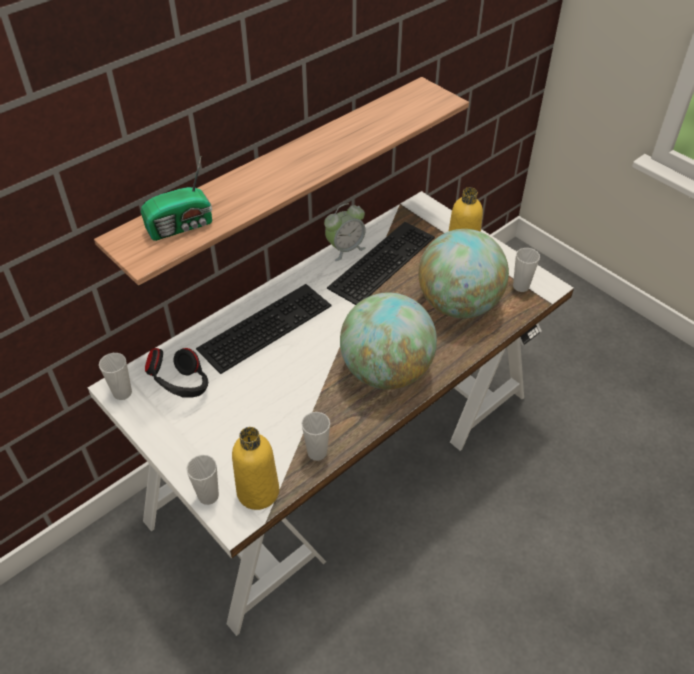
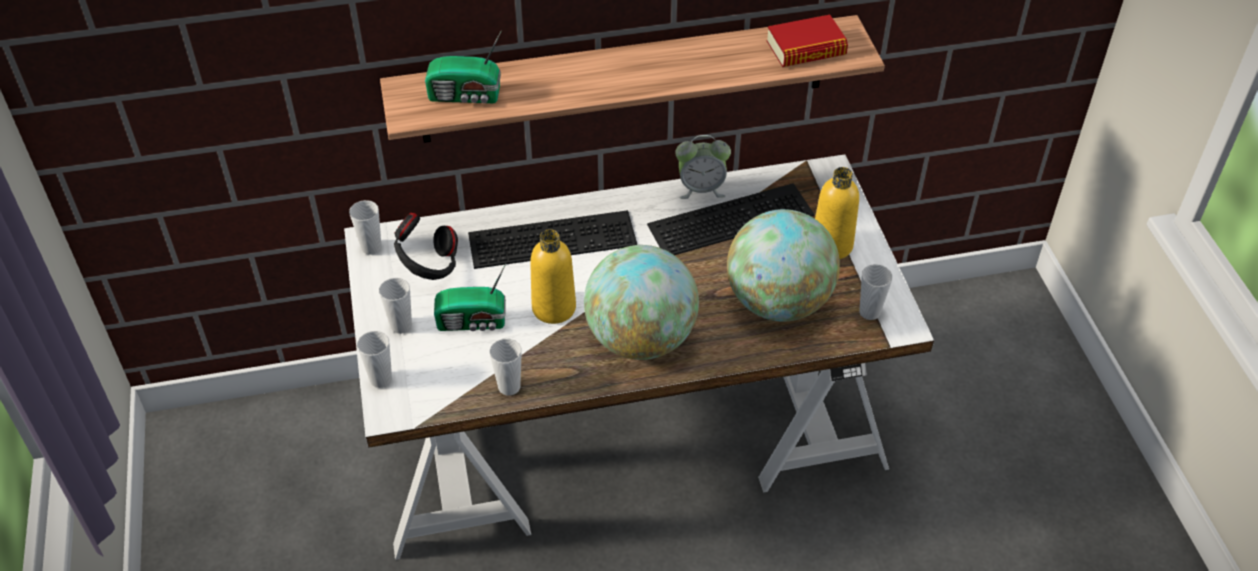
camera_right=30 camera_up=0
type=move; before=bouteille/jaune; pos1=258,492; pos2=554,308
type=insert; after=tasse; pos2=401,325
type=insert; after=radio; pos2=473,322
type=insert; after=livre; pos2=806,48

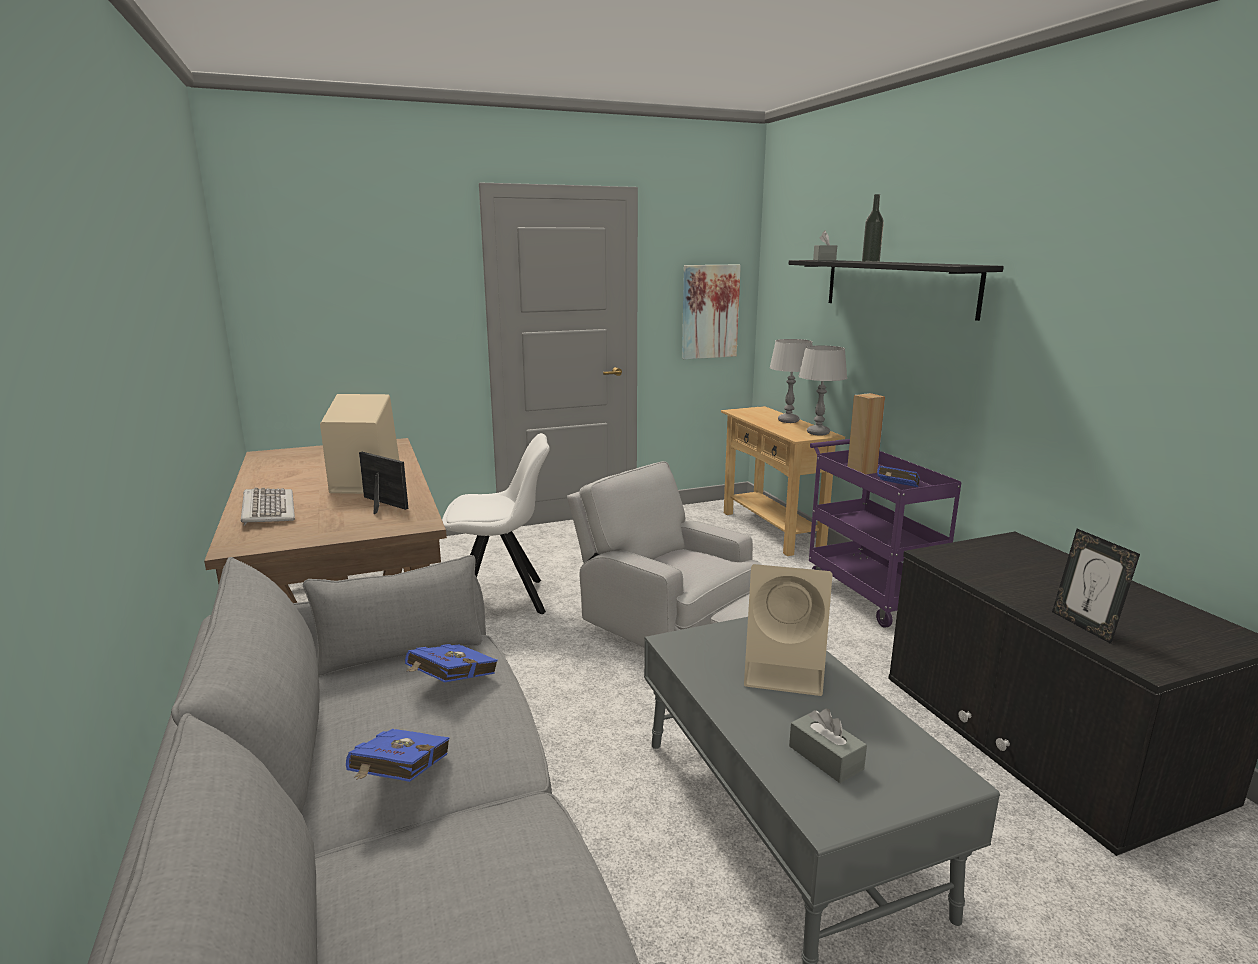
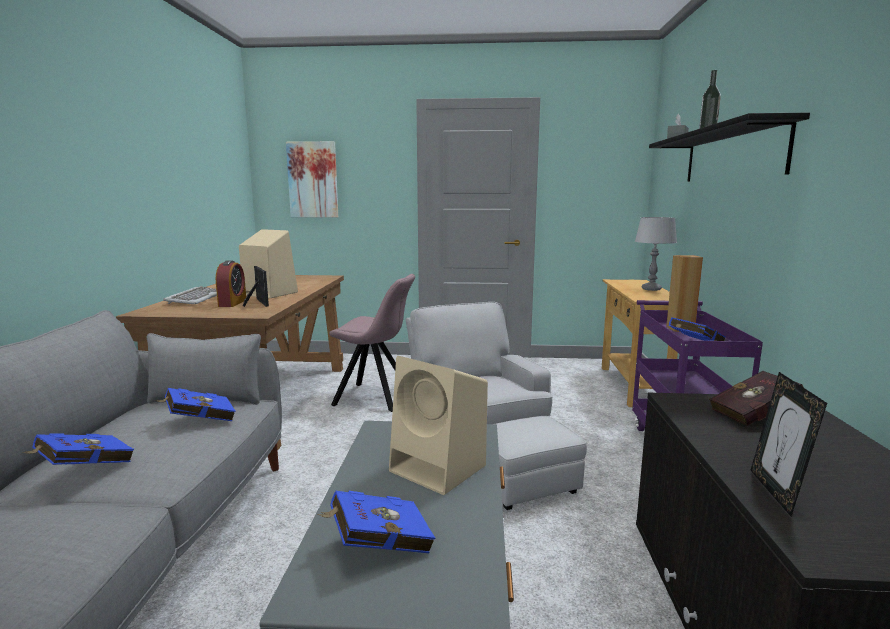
camera_right=25 camera_up=-5
type=recolor; before=chaise/blanc; after=chaise/rose; pos1=501,599; pos2=374,397
type=move; before=tableau; pos1=709,311; pos2=313,180
type=replace; before=boîte à mouchoirs/gris; after=livre/bleu; pos1=825,757; pos2=377,545
type=delete; before=lampe de table/gris; pos1=818,433
type=insert; after=réveil; pos2=232,303
type=insert; after=livre/rouge; pos2=756,416

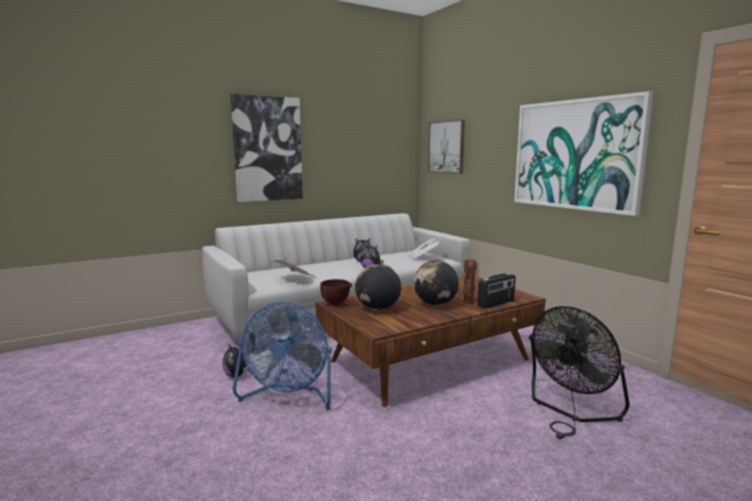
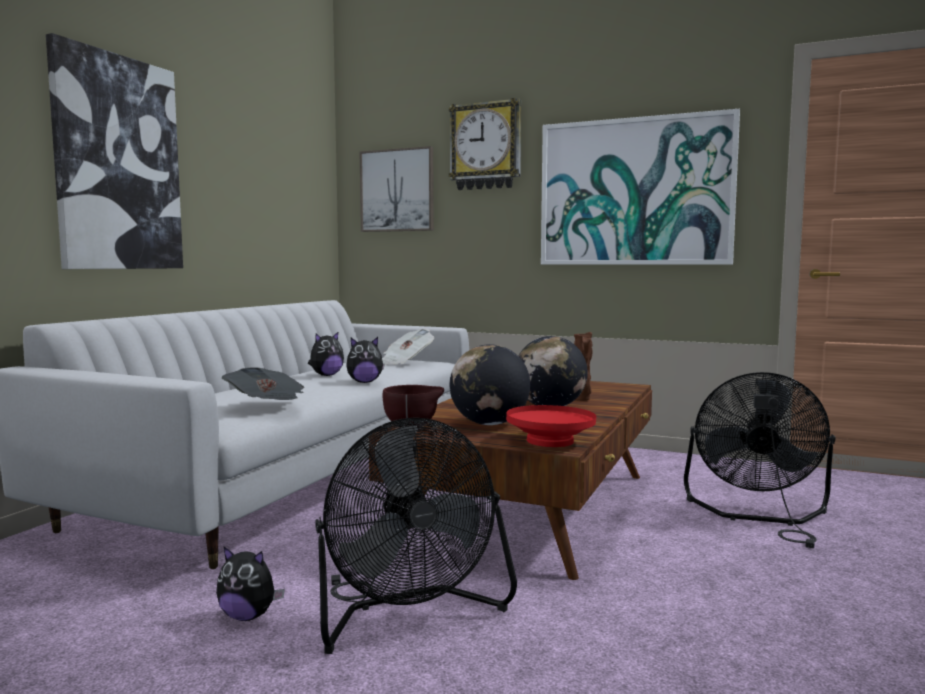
camera_right=-35 camera_up=-5
type=recolor; before=ventilateur/bleu; after=ventilateur/noir; pos1=286,395; pos2=400,614
type=delete; before=radio; pos1=496,303
type=insert; after=horloge murale; pos2=486,146
type=insert; after=bol/rouge; pos2=550,441

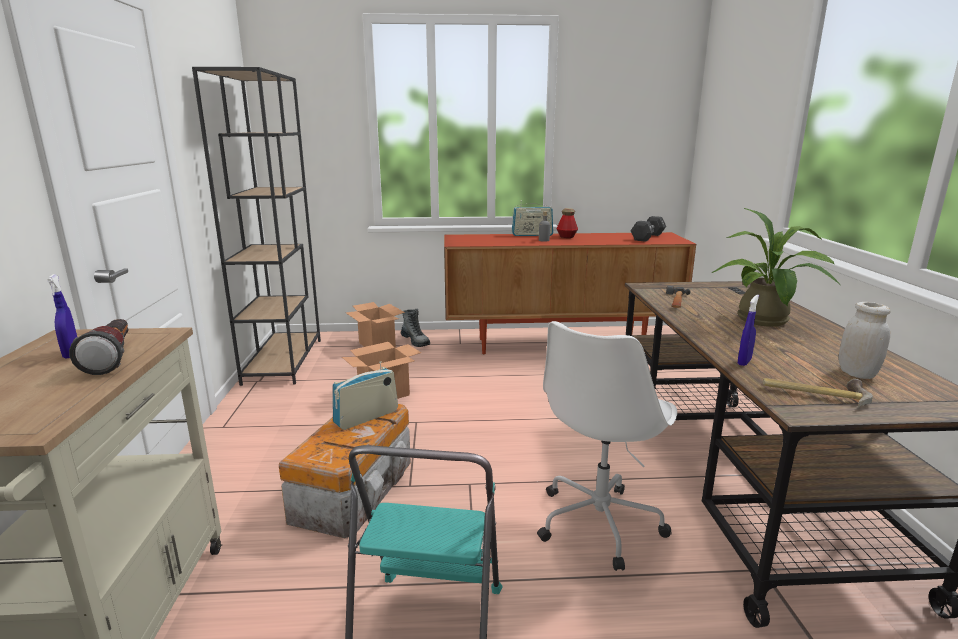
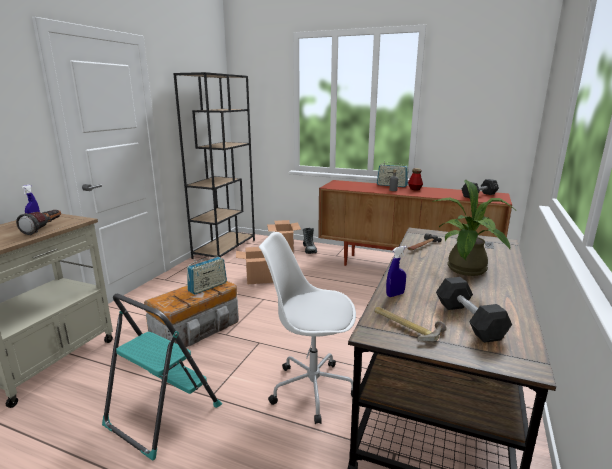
camera_right=25 camera_up=0
type=rotate; before=radio; pos1=366,417; pos2=208,287; turn=150
type=rotate; before=chaise de bureau/blanc; pos1=597,526; pos2=310,389; turn=45
type=replace; before=bocal/blanc; after=haltère/noir; pos1=857,374; pos2=469,320

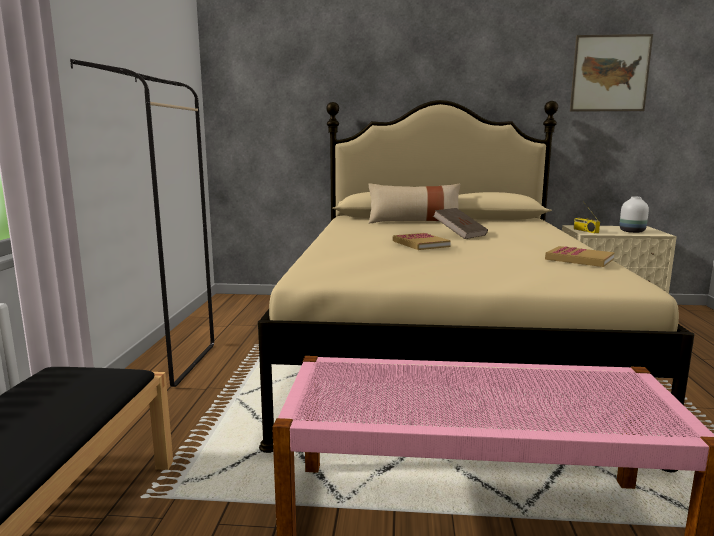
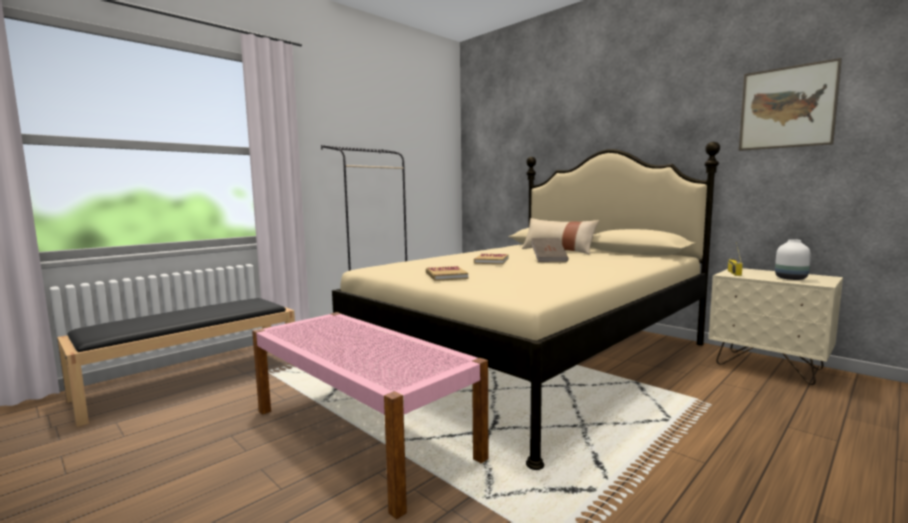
camera_right=40 camera_up=-5
type=move; before=livre; pos1=579,259; pos2=446,276

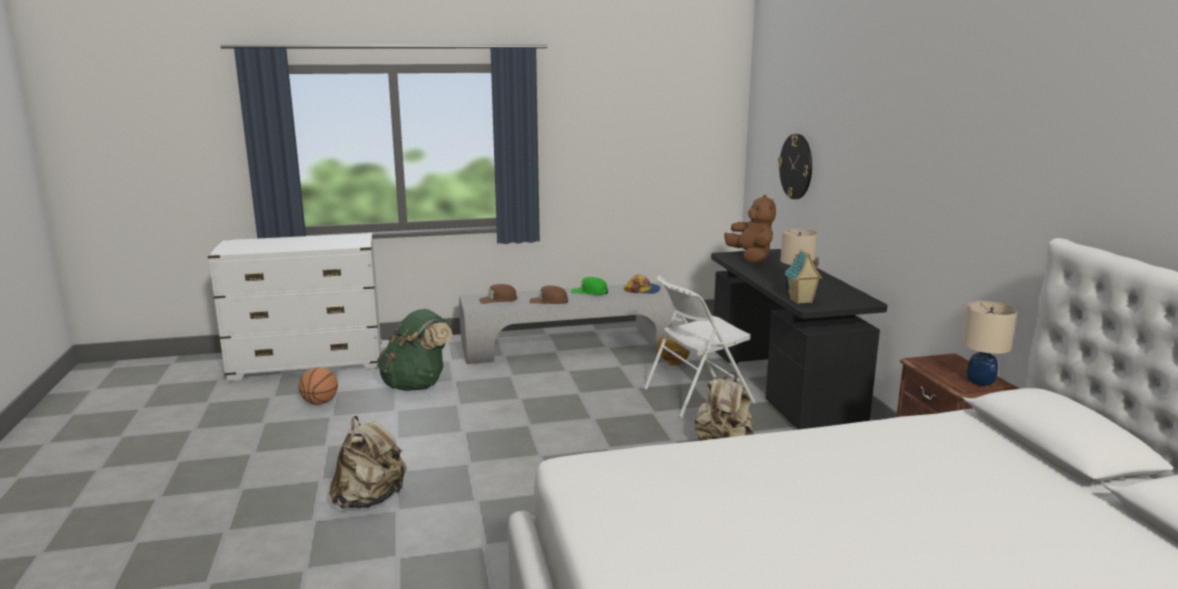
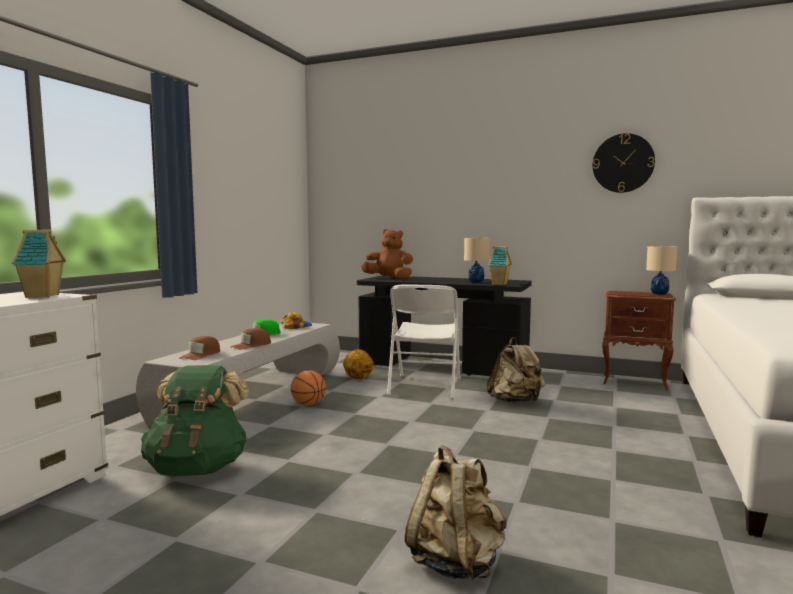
camera_right=-55 camera_up=-10
type=move; before=ballon de basket; pos1=320,403; pos2=308,405
type=move; before=horloge murale; pos1=796,166; pos2=623,163
type=insert; after=maison miniature; pos2=43,296

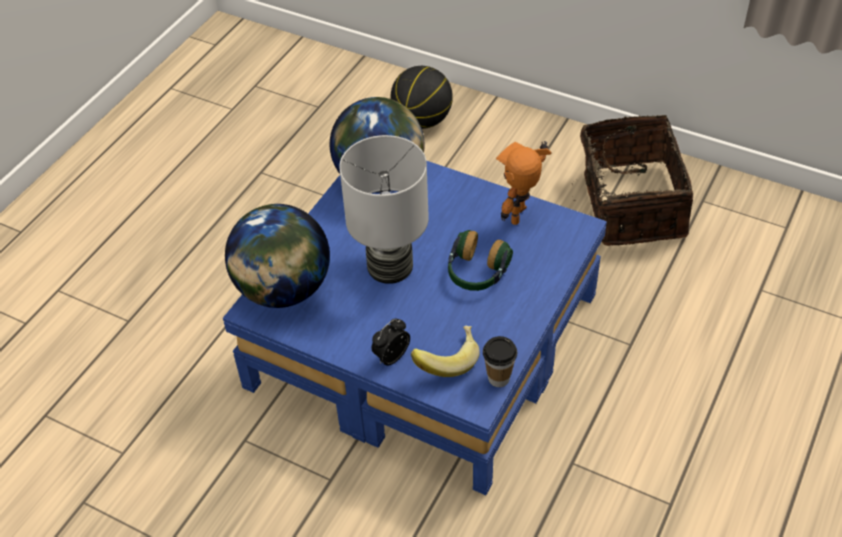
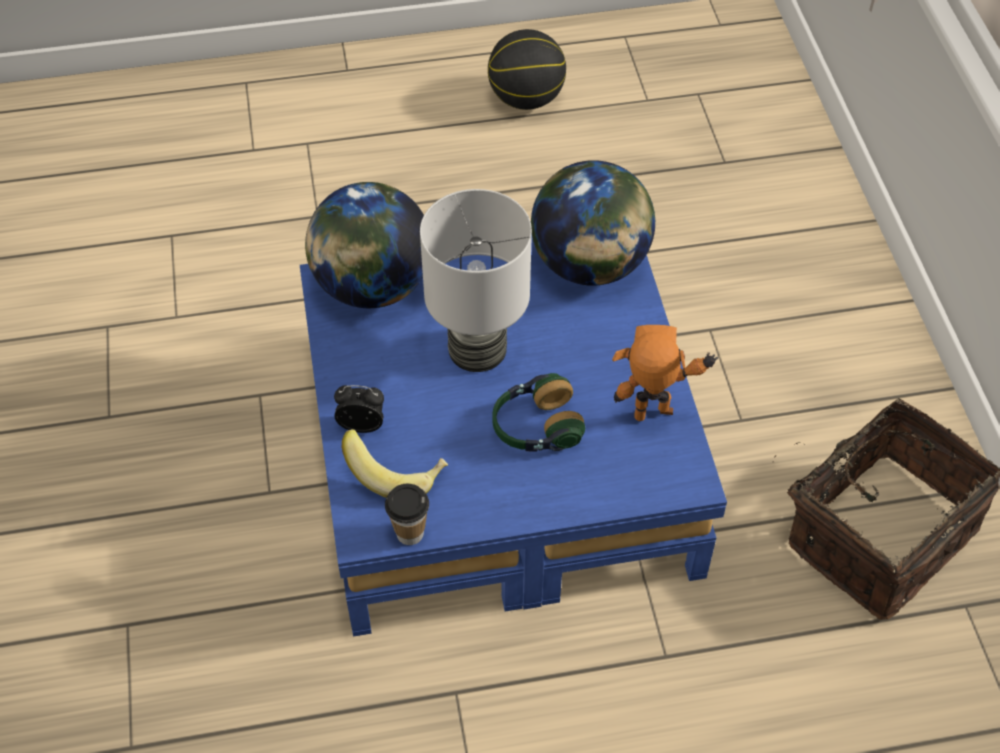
camera_right=50 camera_up=5
type=move; before=ballon de basket; pos1=422,120; pos2=526,98

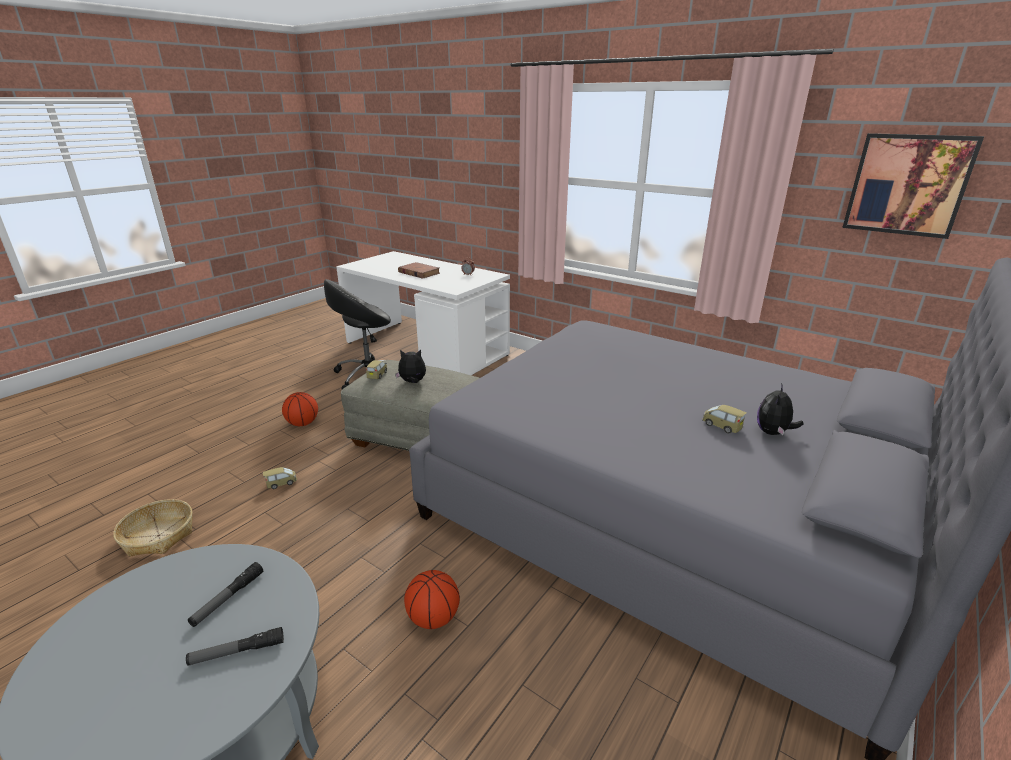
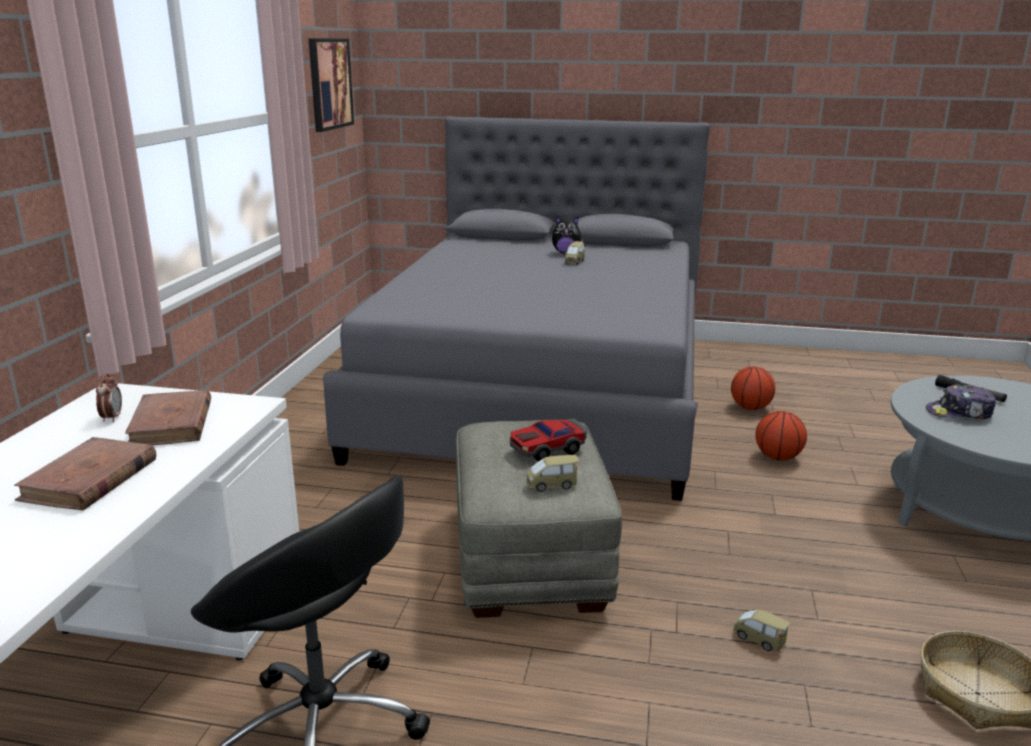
camera_right=-115 camera_up=-5
type=replace; before=lampe de poche; after=casquette; pos1=228,598; pos2=959,413
type=move; before=ballon de basket; pos1=303,423; pos2=750,408
type=replace; before=peluche; after=petite voiture; pos1=412,382; pos2=547,449
type=insert; after=livre/marron; pos2=171,424

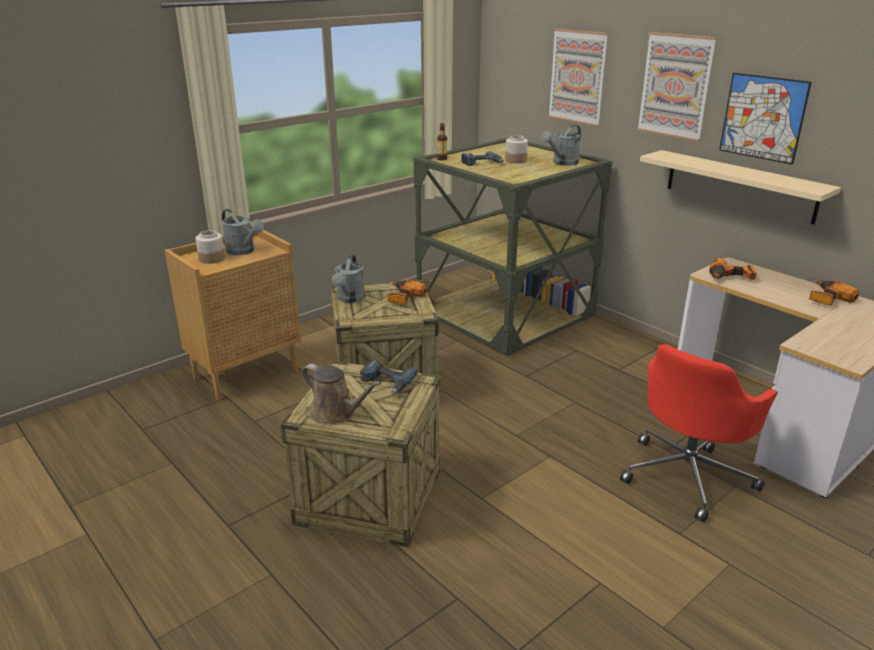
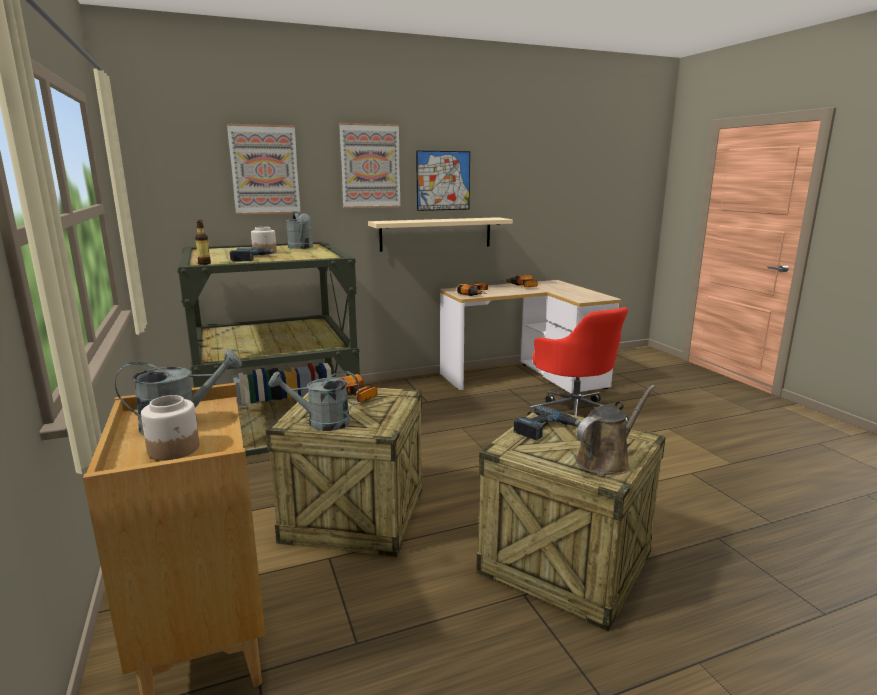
camera_right=-70 camera_up=-10
type=rotate; before=arrosoir/gris; pos1=349,299; pos2=321,423; turn=150

